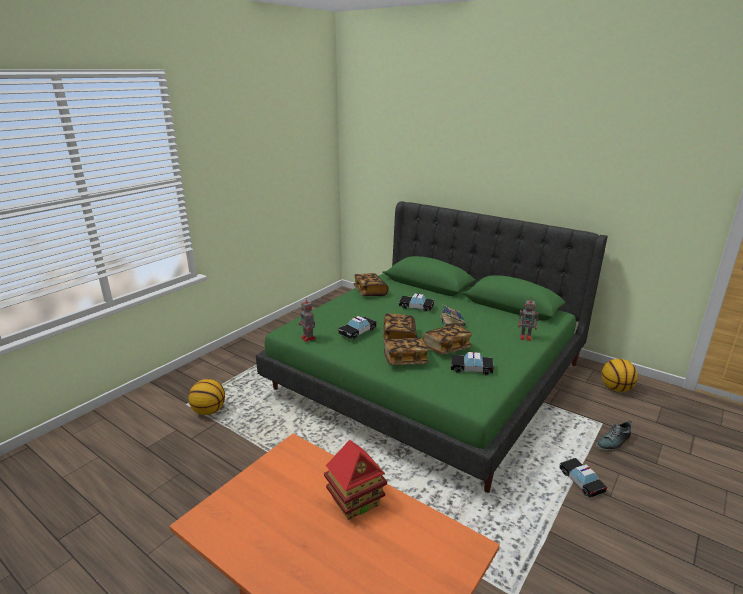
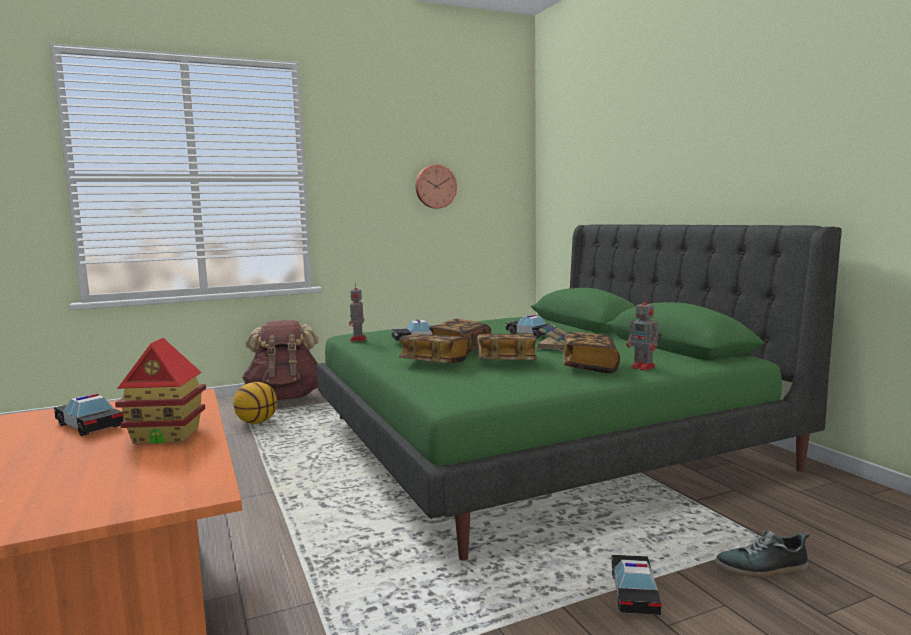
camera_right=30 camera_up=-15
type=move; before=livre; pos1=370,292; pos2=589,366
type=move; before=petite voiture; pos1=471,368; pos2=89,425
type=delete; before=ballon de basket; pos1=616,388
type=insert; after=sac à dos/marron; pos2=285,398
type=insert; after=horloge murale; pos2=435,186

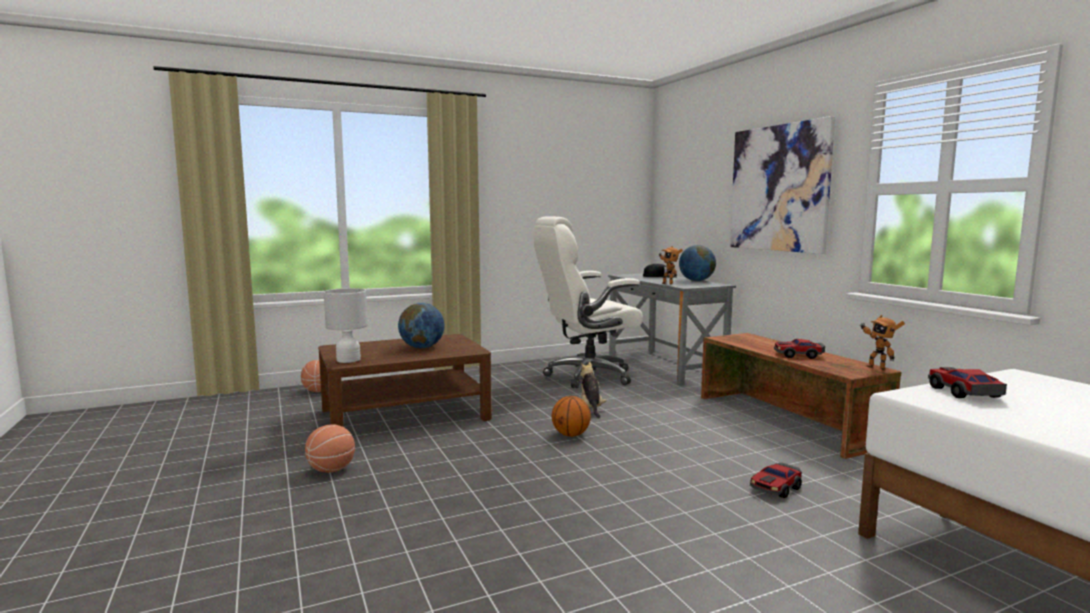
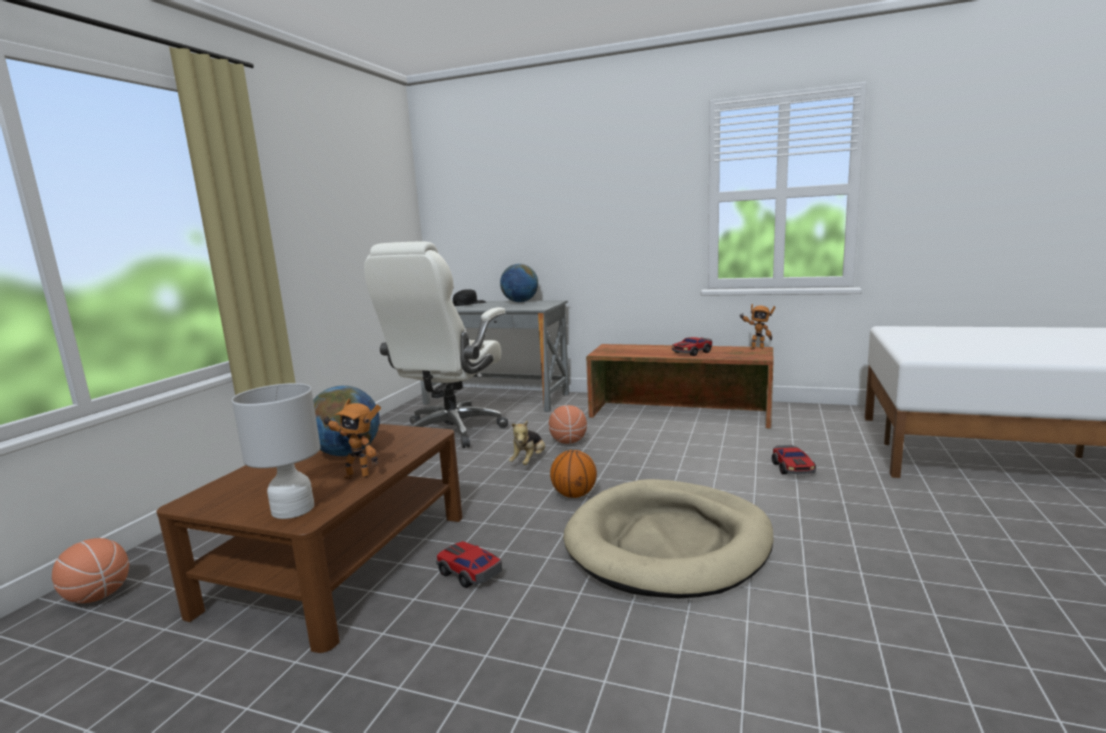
camera_right=-45 camera_up=5
type=move; before=ballon de basket; pos1=331,470; pos2=568,442
type=rotate; before=peluche; pos1=591,408; pos2=529,461; turn=-105
type=move; before=robot jouet; pos1=668,284; pos2=357,475
type=delete; before=tableau; pos1=779,188
type=move; before=petite voiture; pos1=964,393; pos2=470,572
type=insert; after=panier pour chien/beige; pos2=668,543

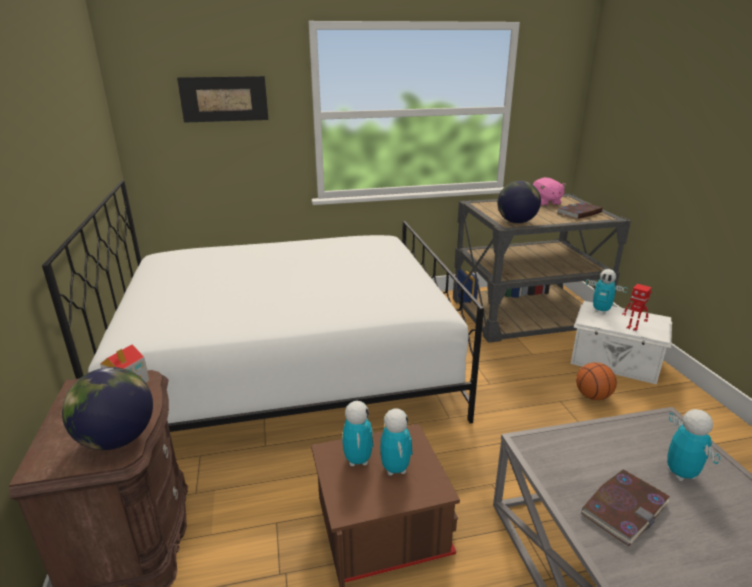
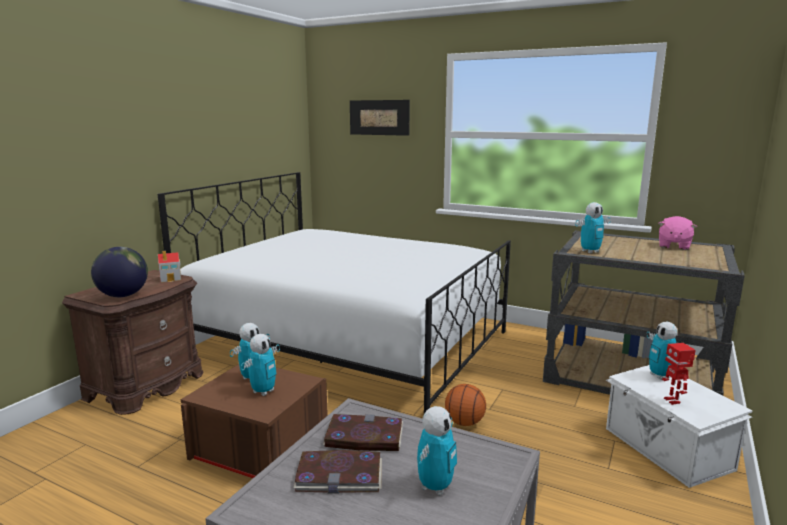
camera_right=40 camera_up=-10
type=replace; before=globe; after=robot jouet; pos1=516,222; pos2=590,251
type=move; before=livre; pos1=579,213; pos2=364,437
type=move; before=ballon de basket; pos1=592,396; pos2=464,423

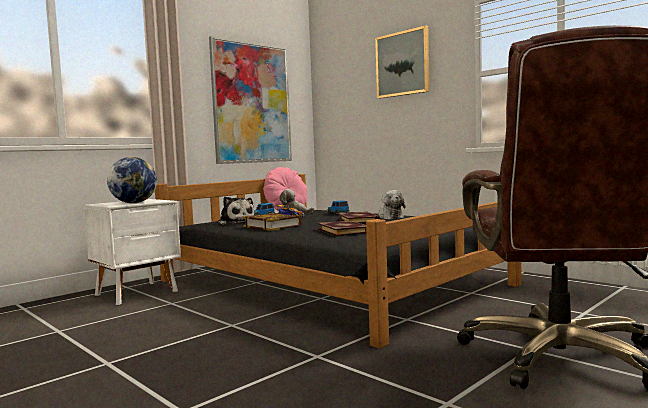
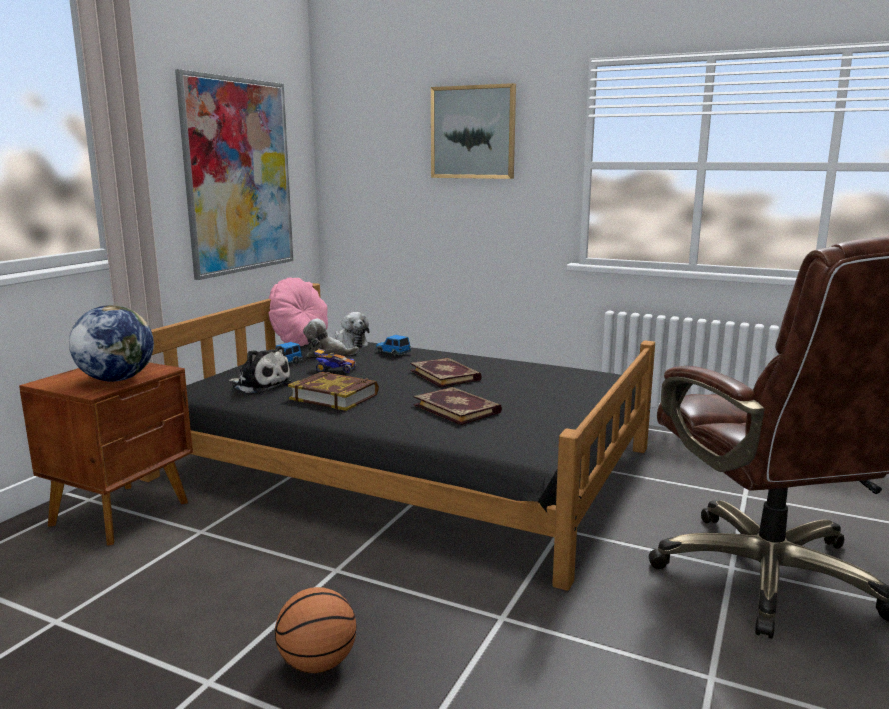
camera_right=-20 camera_up=10
type=recolor; before=table de chevet/blanc; after=table de chevet/marron; pos1=138,293; pos2=123,513
type=move; before=peluche; pos1=389,217; pos2=350,344
type=insert; after=ballon de basket; pos2=318,663

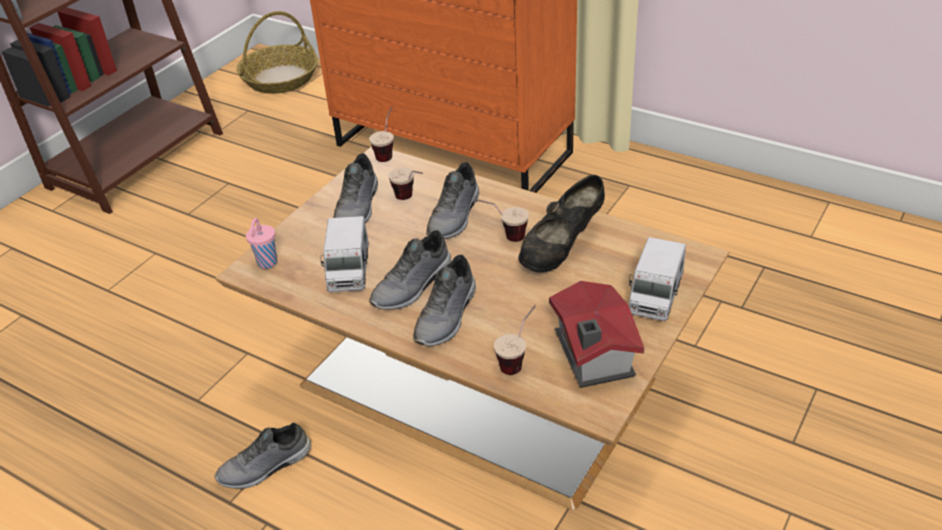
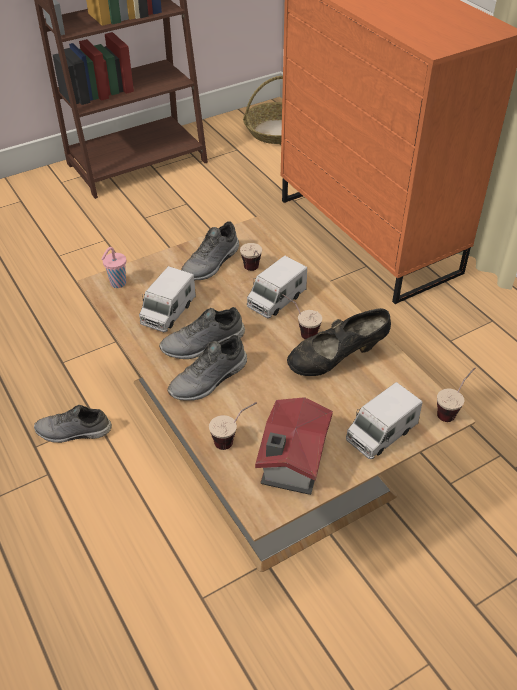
camera_right=25 camera_up=5
type=move; before=tasse; pos1=387,152; pos2=452,409
type=replace; before=chaussure/gris; after=camion jouet; pos1=455,216; pos2=276,299

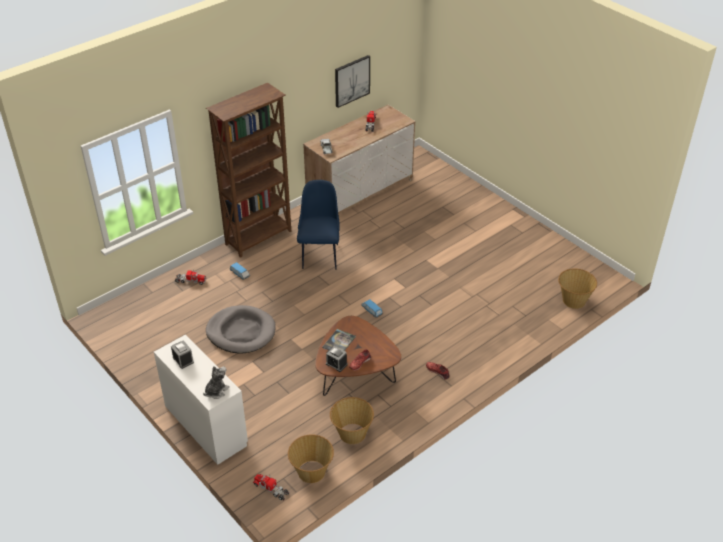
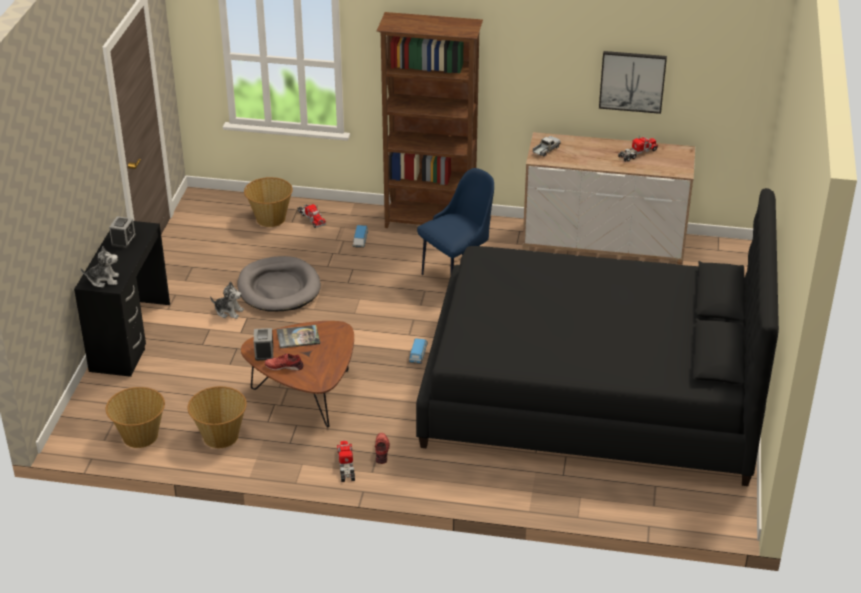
camera_right=50 camera_up=-5
type=recolor; before=bureau/blanc; after=bureau/noir; pos1=205,425; pos2=130,336
type=move; before=camion jouet; pos1=271,489; pos2=346,465
type=move; before=panier; pos1=573,300; pos2=270,218
type=insert; after=peluche; pos2=228,311
type=insert; after=lit/noir; pos2=592,393

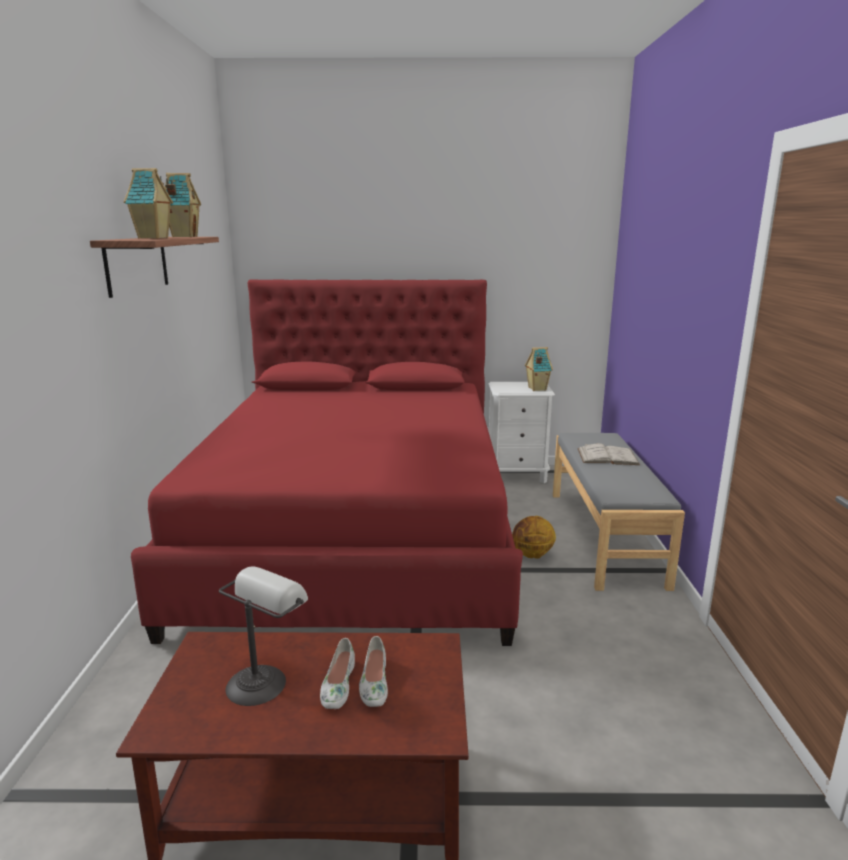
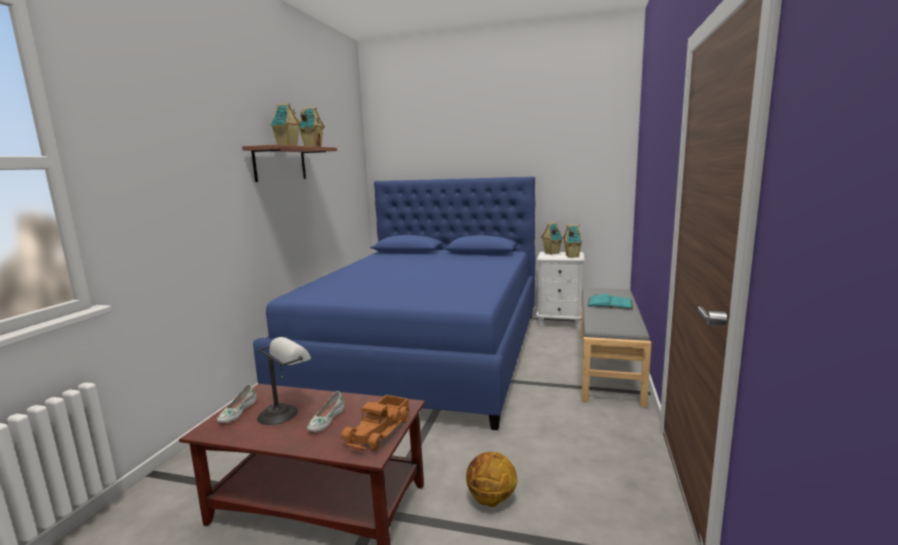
camera_right=15 camera_up=-5
type=recolor; before=lit/rouge; after=lit/bleu; pos1=357,532; pos2=425,351
type=move; before=chaussure/blanc; pos1=374,683; pos2=237,412
type=move; before=ballon de basket; pos1=532,555; pos2=491,499
type=recolor; before=livre/blanc; after=livre/turquoise; pos1=607,456; pos2=610,303
type=insert; after=camion jouet; pos2=380,431
type=insert; after=maison miniature; pos2=551,253

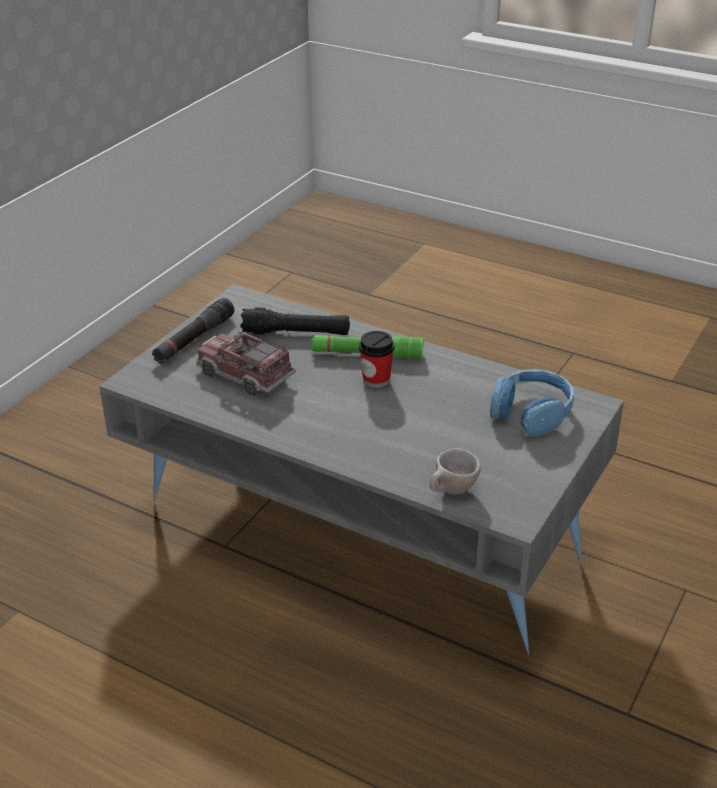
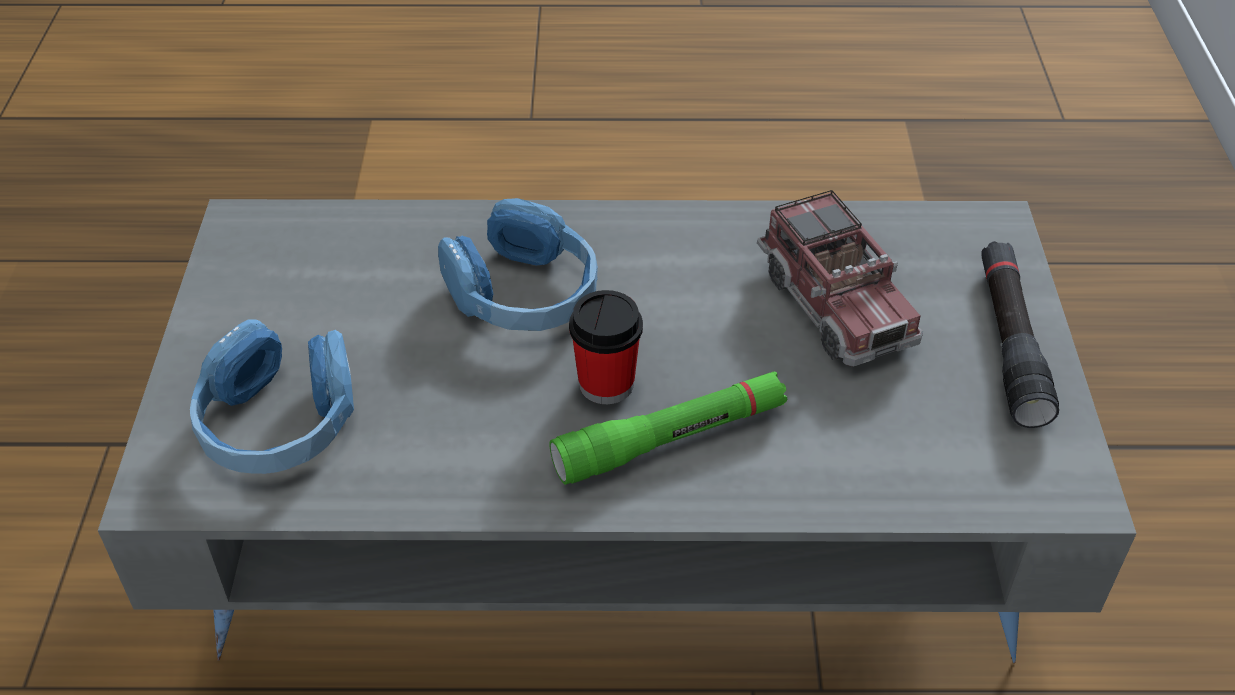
camera_right=150 camera_up=10
type=rotate; before=camion jouet; pos1=245,375; pos2=835,304; turn=60
type=delete; before=lampe de poche/noir; pos1=296,333
type=delete; before=tasse/beige; pos1=451,492
type=insert; after=casque audio/bleu; pos2=523,294

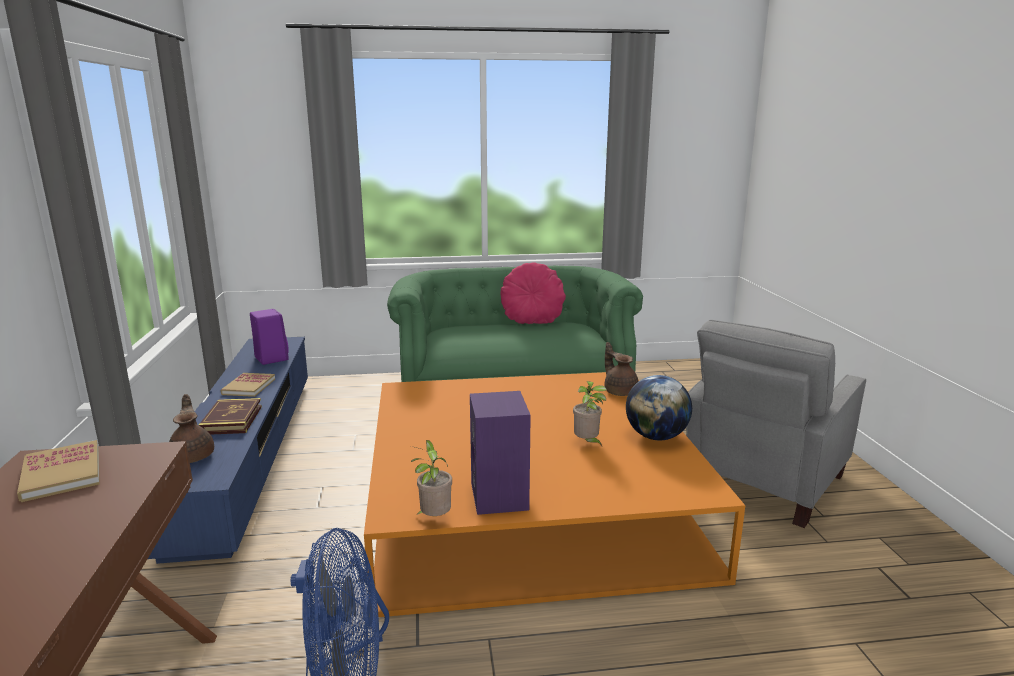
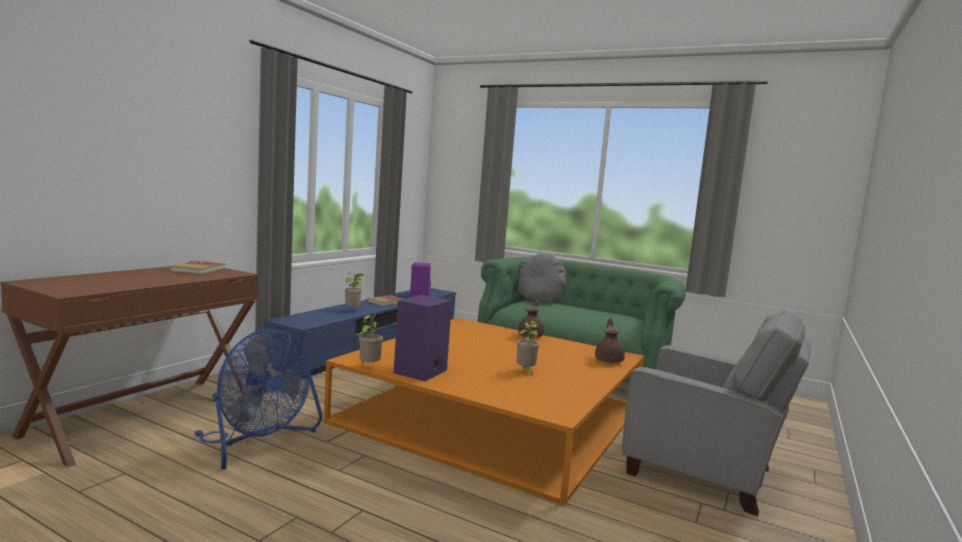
camera_right=35 camera_up=-10
type=move; before=théière/marron; pos1=194,456; pos2=531,336
type=replace; before=livre; after=plante en pot; pos1=232,420; pos2=353,310
type=delete; before=coussin/rose; pos1=532,322
type=delete; before=globe; pos1=656,436
type=rotate; before=fauteuil/gris; pos1=762,481; pos2=703,472; turn=-135
type=insert; after=coussin/gris; pos2=539,300

